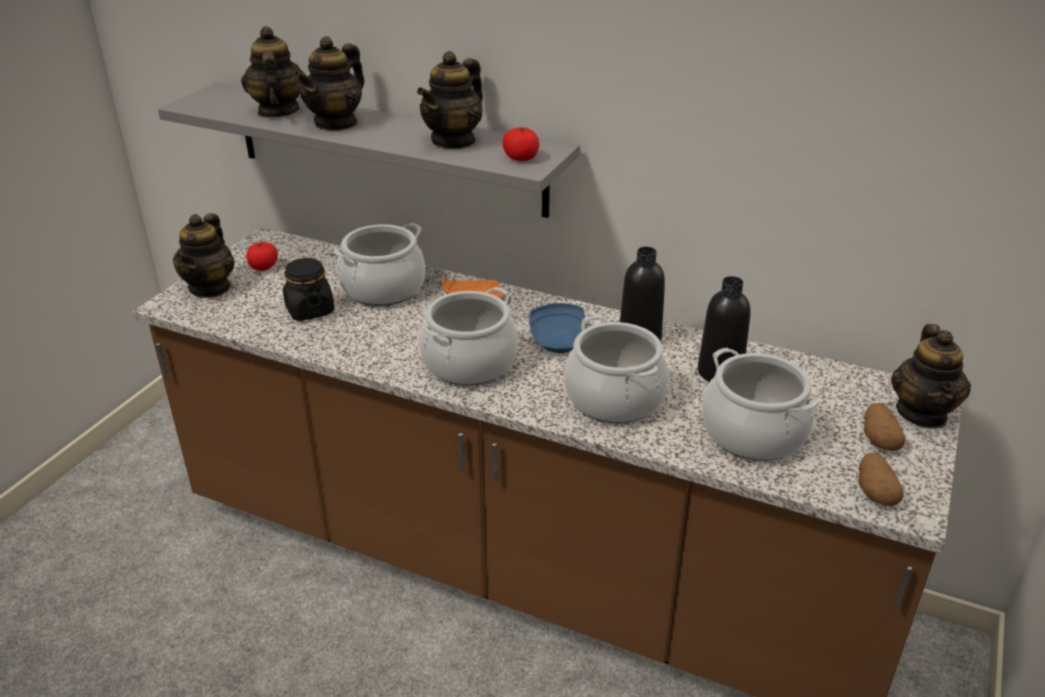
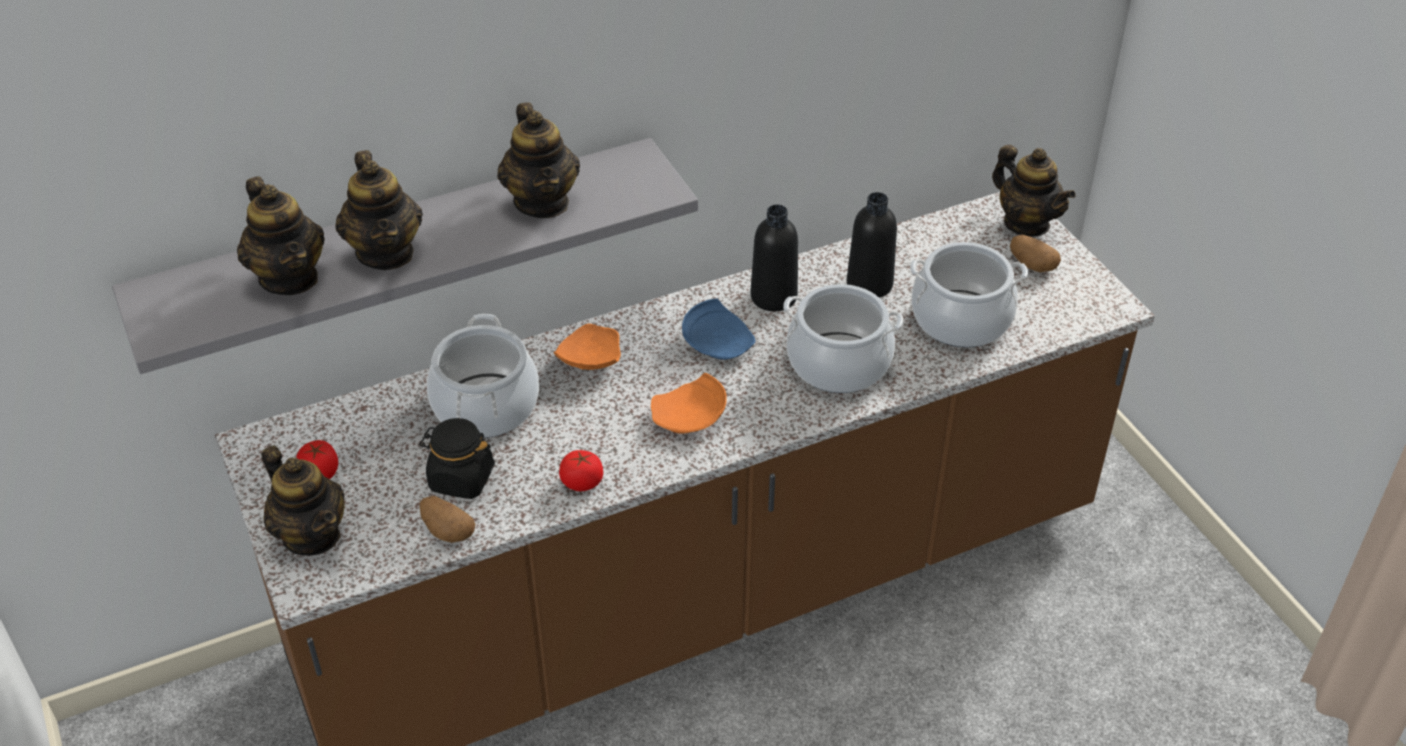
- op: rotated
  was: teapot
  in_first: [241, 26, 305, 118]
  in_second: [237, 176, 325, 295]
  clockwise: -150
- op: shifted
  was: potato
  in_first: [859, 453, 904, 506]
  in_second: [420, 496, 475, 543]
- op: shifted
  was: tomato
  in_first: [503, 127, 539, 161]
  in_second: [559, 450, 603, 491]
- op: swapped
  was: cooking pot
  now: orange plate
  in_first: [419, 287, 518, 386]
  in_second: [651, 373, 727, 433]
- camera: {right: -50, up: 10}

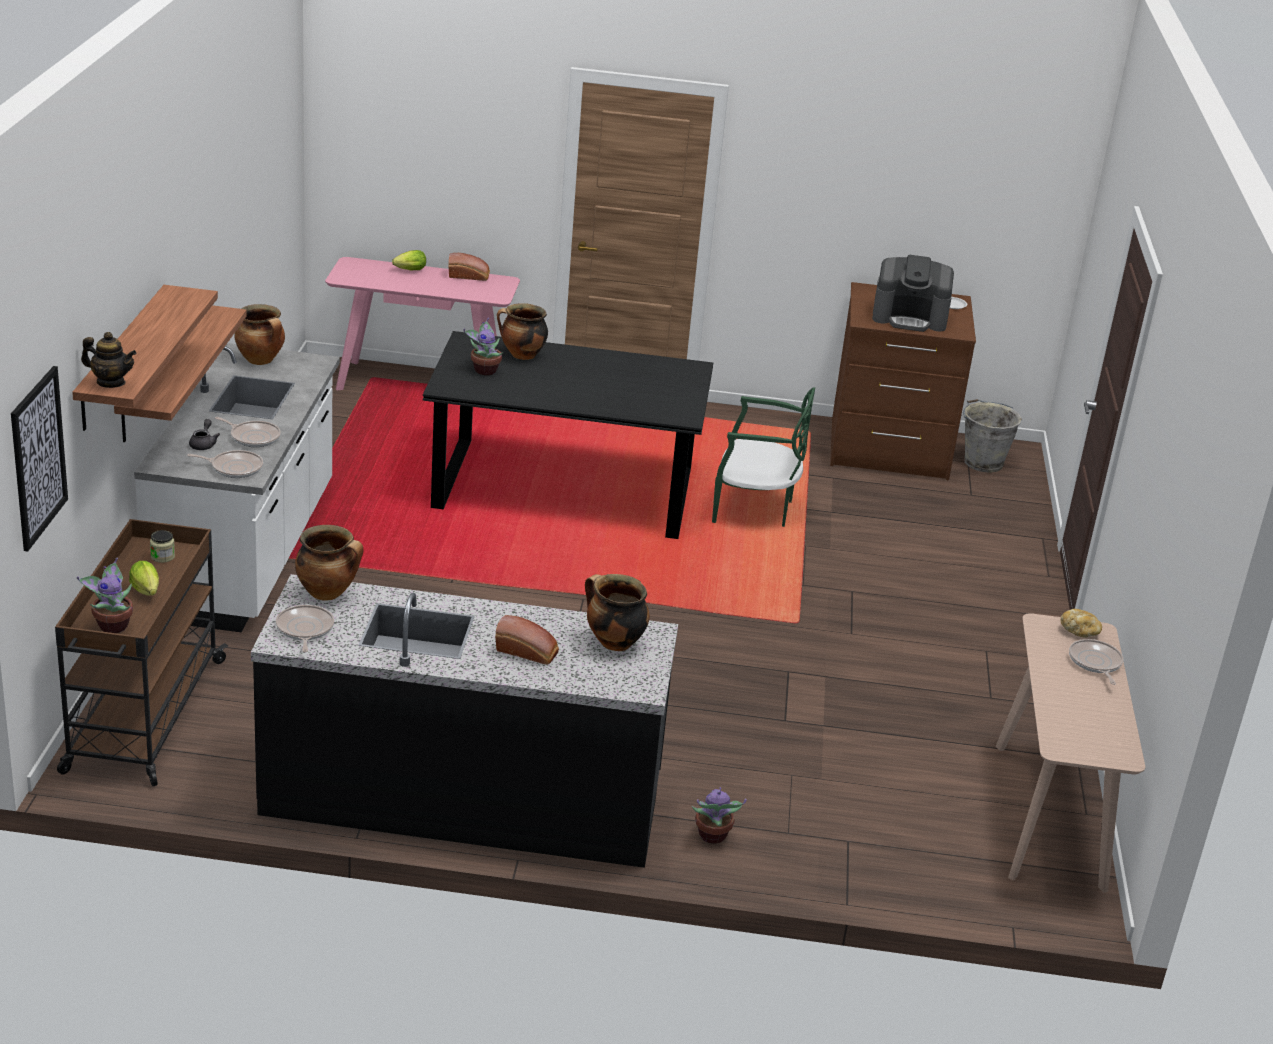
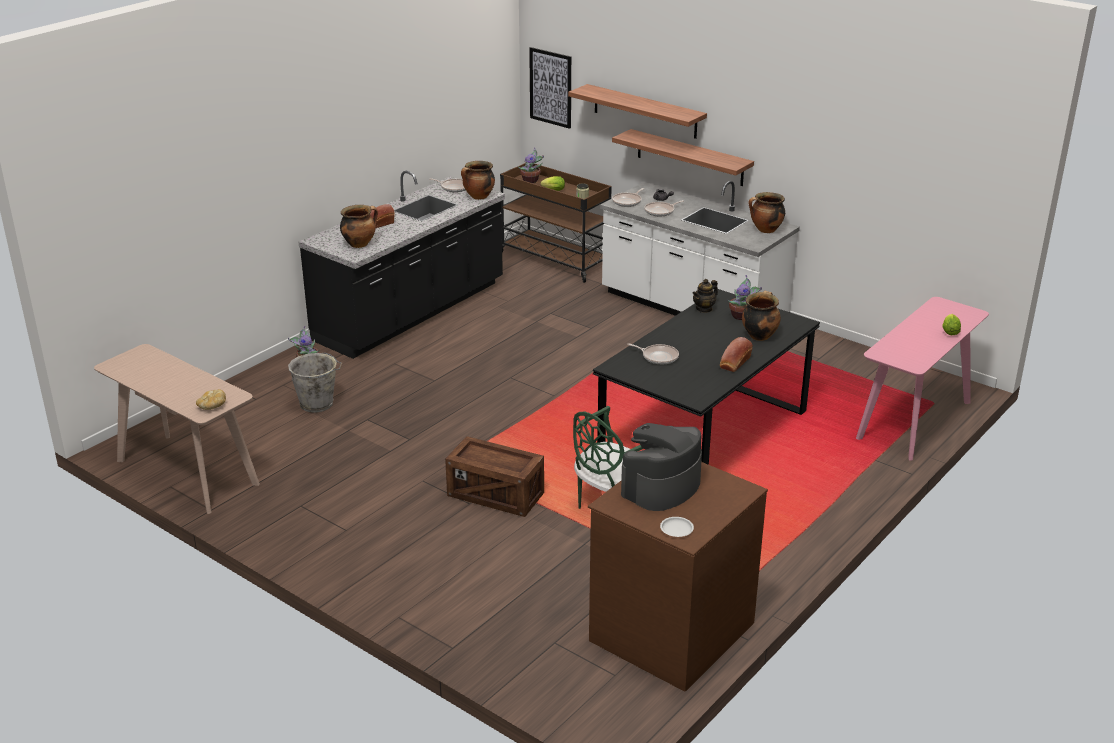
- op: shifted
  was: grey bucket
  in_first: [963, 399, 1022, 473]
  in_second: [288, 352, 343, 413]
- op: new
  now: crate
  in_second: [445, 436, 544, 517]
- op: shifted
  was: frying pan
  in_first: [1069, 639, 1123, 685]
  in_second: [627, 343, 679, 365]
- op: shifted
  was: teapot
  in_first: [81, 332, 137, 388]
  in_second: [693, 279, 718, 313]
- op: shifted
  was: bread
  in_first: [449, 253, 490, 281]
  in_second: [720, 337, 753, 372]
- camera: {right: 125, up: 0}

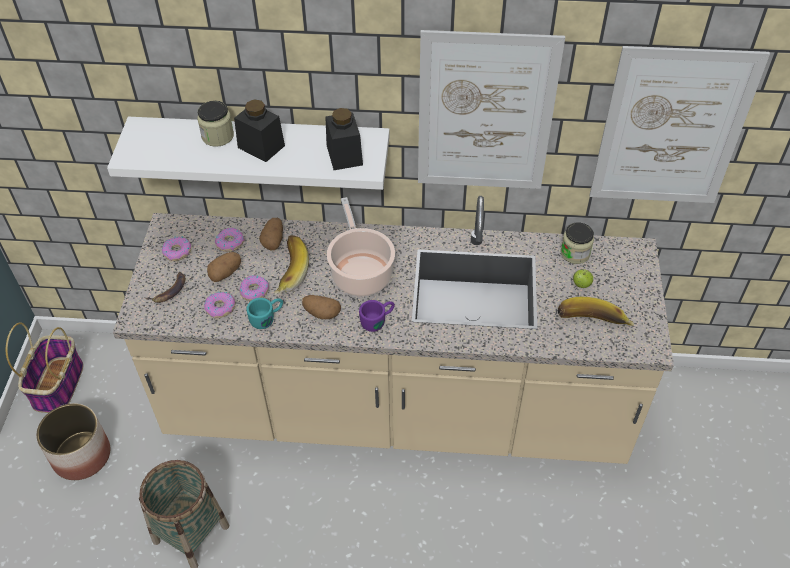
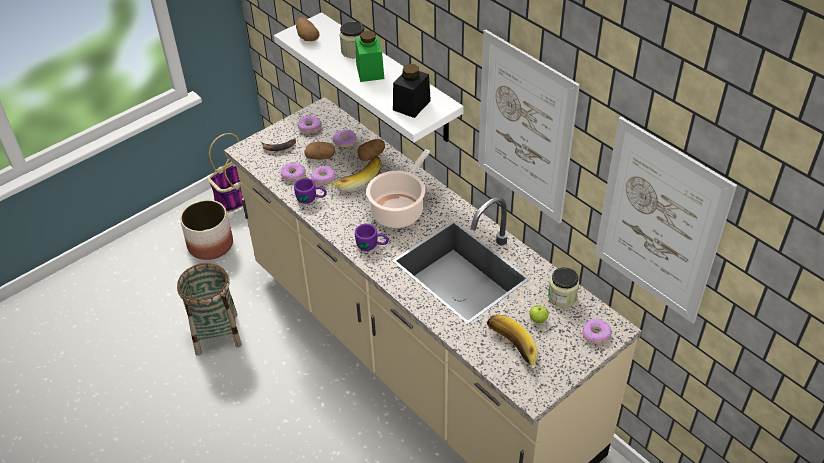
- op: repainted
  was: turquoise mug
  now: purple mug
  in_first: [246, 298, 283, 329]
  in_second: [294, 178, 327, 204]
- op: shifted
  was: potato
  in_first: [302, 295, 341, 319]
  in_second: [296, 17, 319, 41]
- op: repainted
  was: black jar
  now: green jar
  in_first: [234, 99, 285, 162]
  in_second: [355, 31, 384, 82]
- op: new
  now: donut
  in_second: [582, 319, 612, 344]
- camera: {right: 45, up: -5}

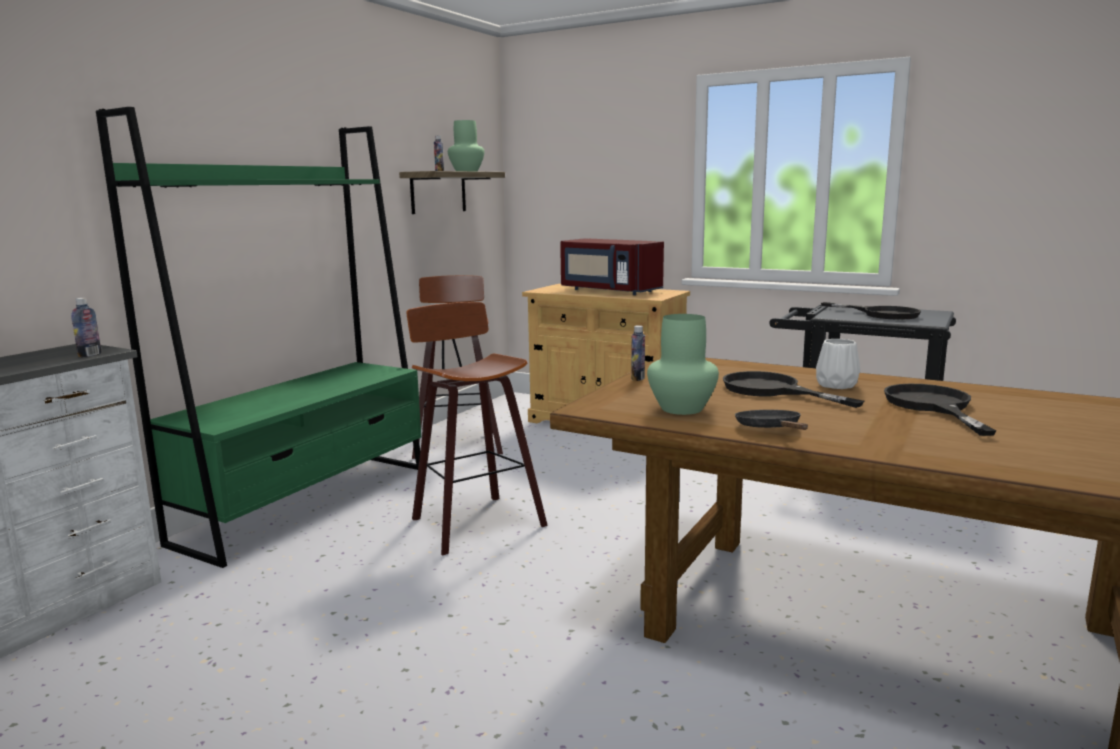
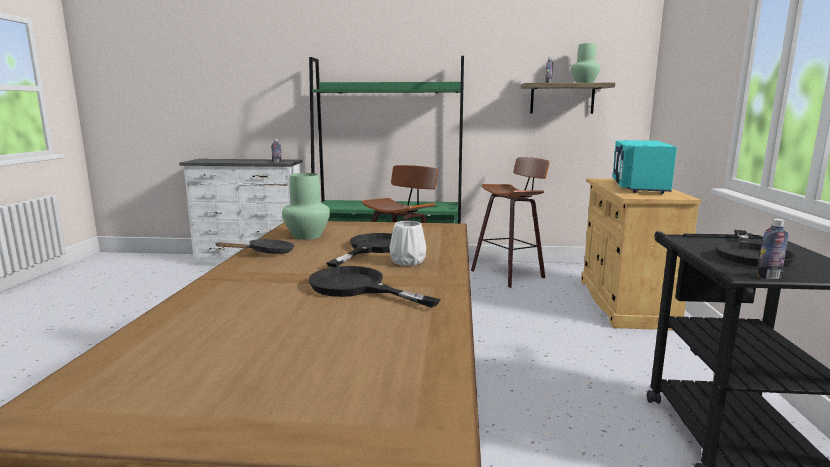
- op: rotated
  was: black frying pan
  in_first: [884, 384, 997, 436]
  in_second: [309, 266, 441, 308]
  clockwise: -120
- op: repainted
  was: red microwave
  now: turquoise microwave
  in_first: [560, 239, 664, 295]
  in_second: [613, 140, 677, 194]
- op: shifted
  was: bottle
  in_first: [631, 325, 645, 381]
  in_second: [757, 219, 788, 279]
- camera: {right: 65, up: 0}

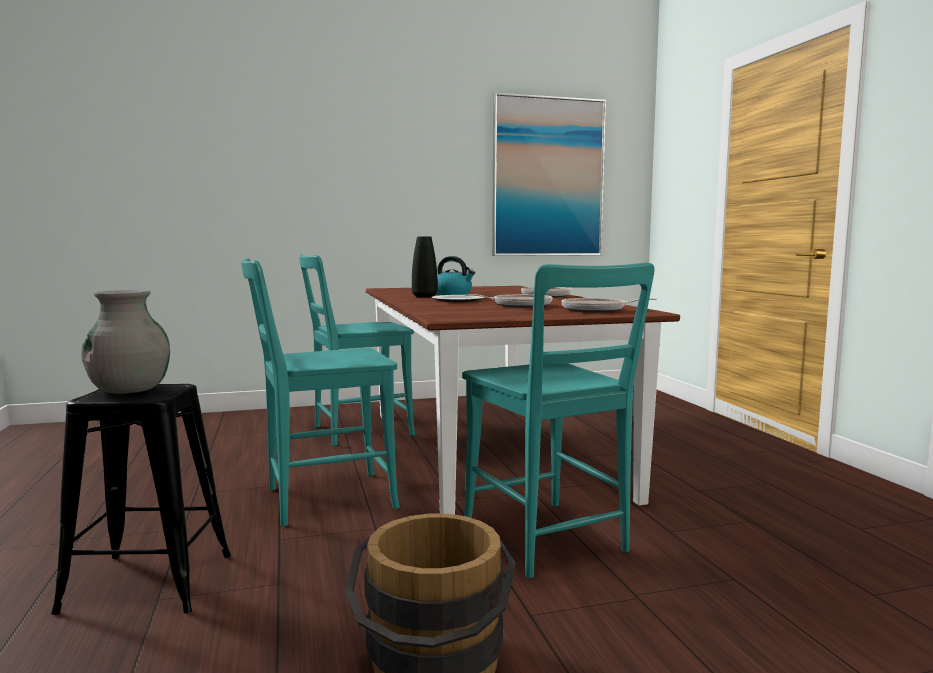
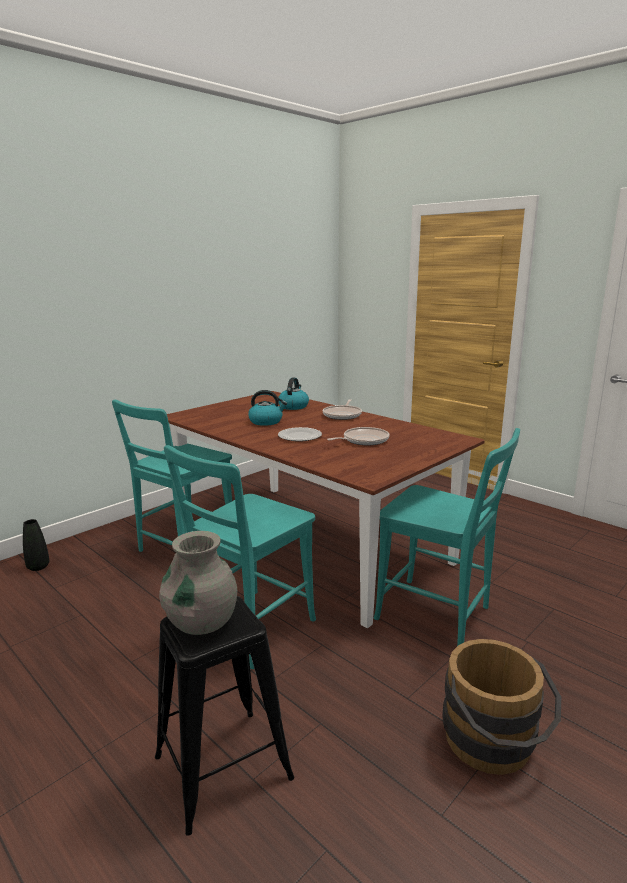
- op: shifted
  was: black vase
  in_first: [412, 236, 438, 298]
  in_second: [23, 519, 49, 571]
- op: new
  now: kettle
  in_second: [278, 377, 309, 410]
- op: gone
  was: picture
  in_first: [492, 92, 606, 256]
- op: gone
  was: frying pan
  in_first: [561, 298, 657, 313]
- camera: {right: -30, up: 10}

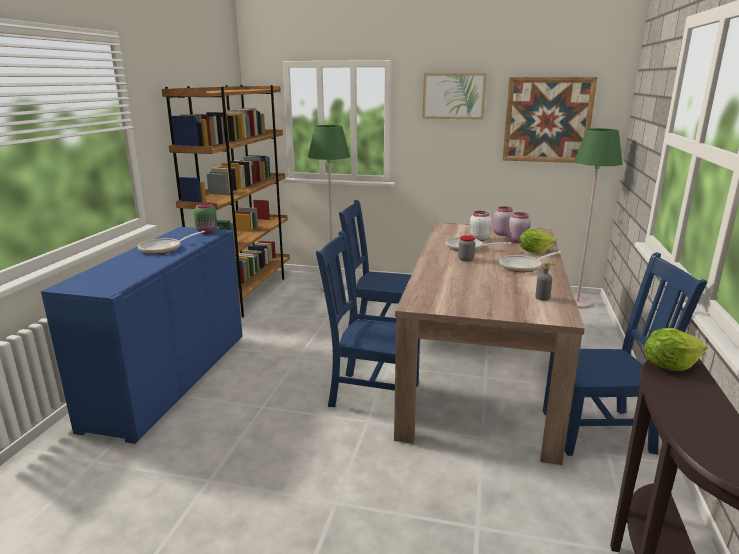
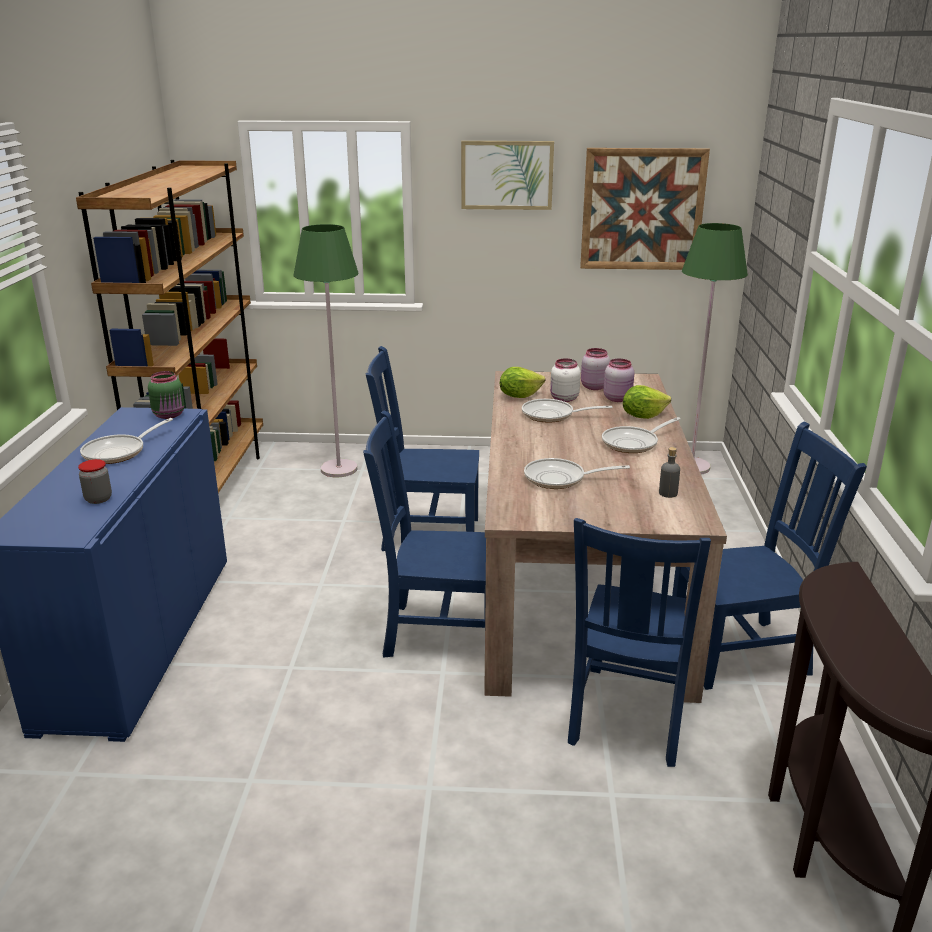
- op: shifted
  was: jar
  in_first: [458, 235, 475, 261]
  in_second: [78, 459, 112, 504]
- op: shifted
  was: lettuce
  in_first: [645, 328, 707, 371]
  in_second: [500, 367, 545, 398]
- op: new
  now: frying pan
  in_second: [524, 458, 630, 489]
- op: new
  now: blue chair
  in_second: [568, 518, 711, 767]
- camera: {right: -10, up: 5}

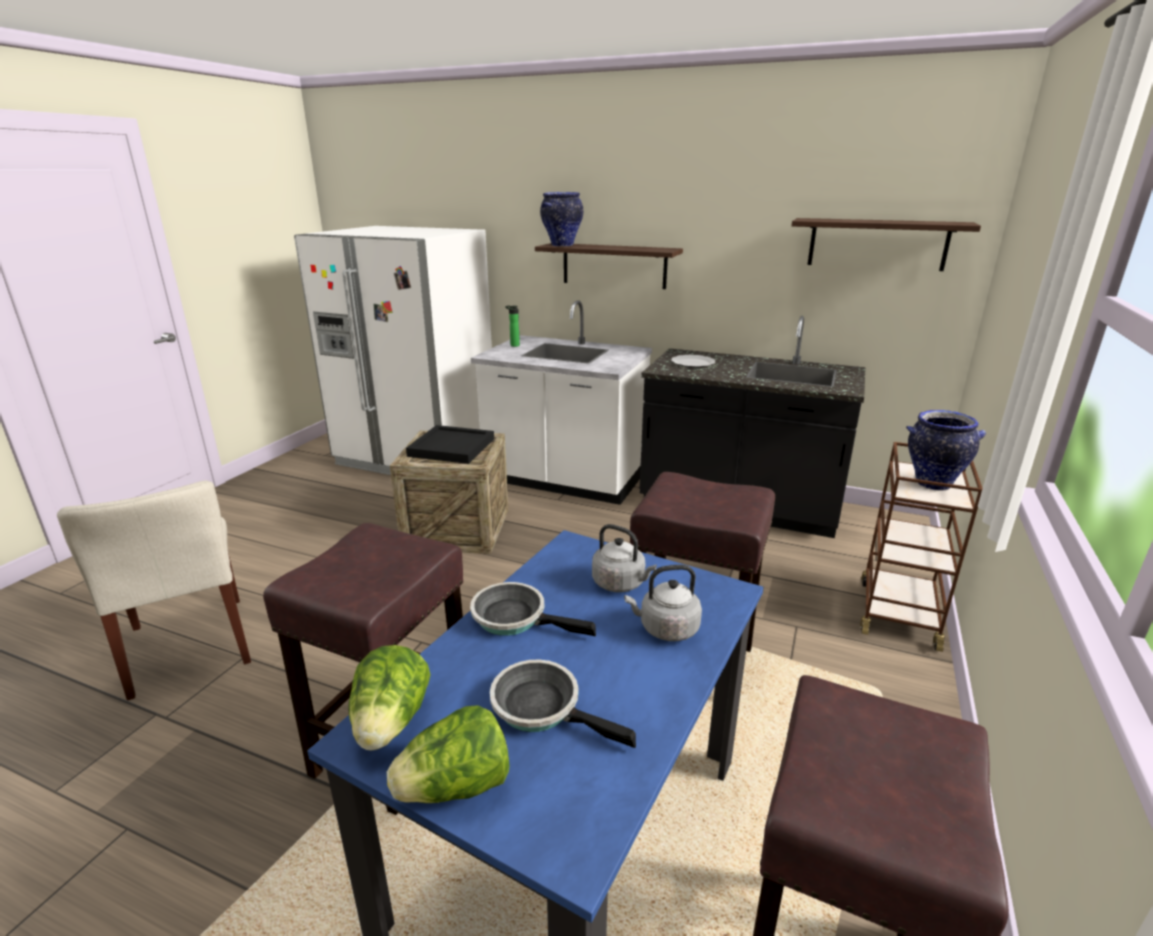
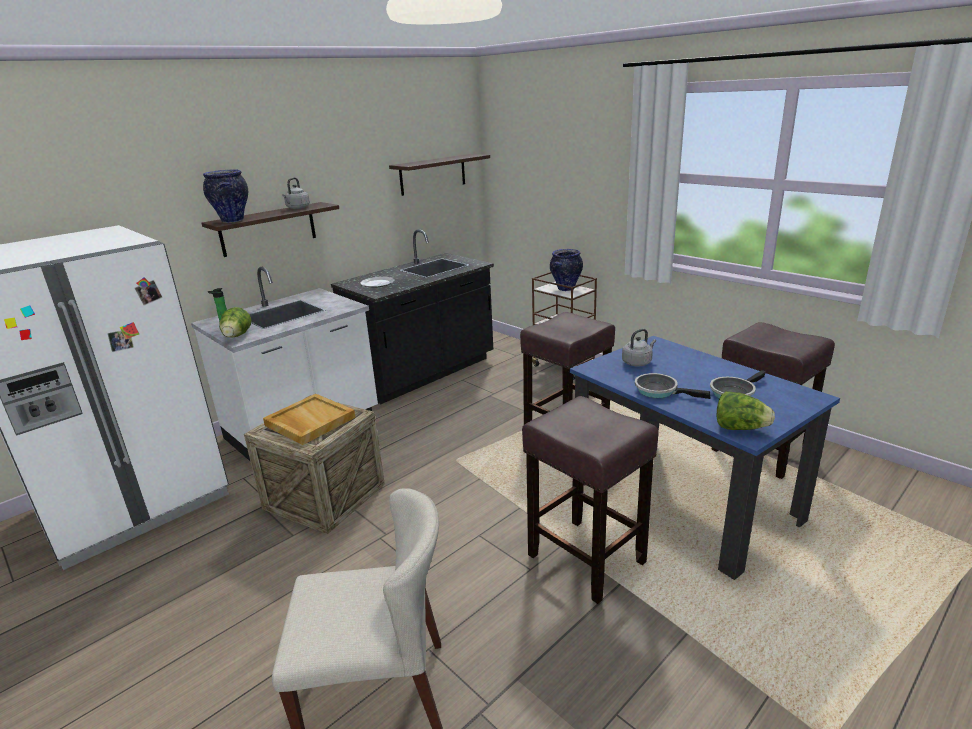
- op: shifted
  was: lettuce
  in_first: [387, 705, 509, 803]
  in_second: [219, 307, 251, 338]
- op: repainted
  was: black tray
  now: beige tray
  in_first: [406, 425, 494, 464]
  in_second: [263, 394, 356, 445]
- op: shifted
  was: grey kettle
  in_first: [624, 565, 702, 641]
  in_second: [282, 177, 310, 209]
- op: rotated
  was: frying pan
  in_first: [470, 582, 596, 636]
  in_second: [635, 373, 710, 399]
  clockwise: 75
- camera: {right: -65, up: 0}

